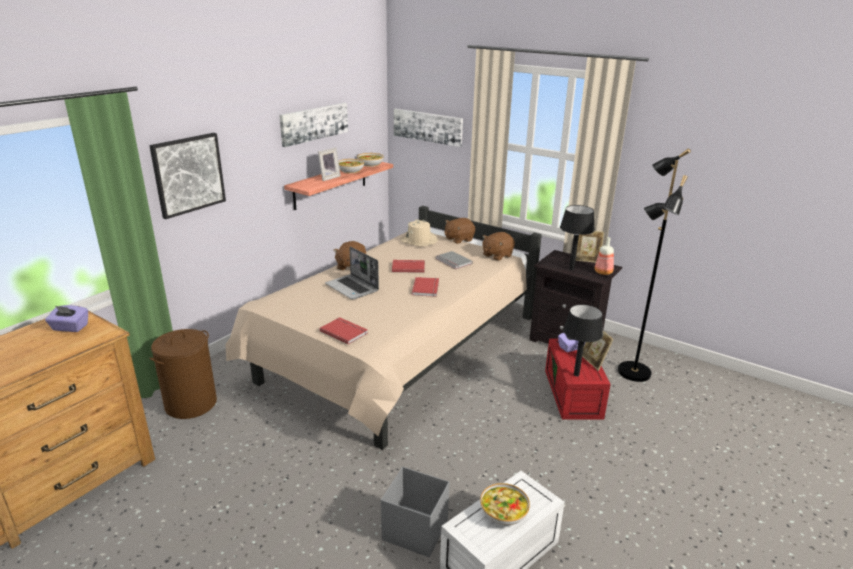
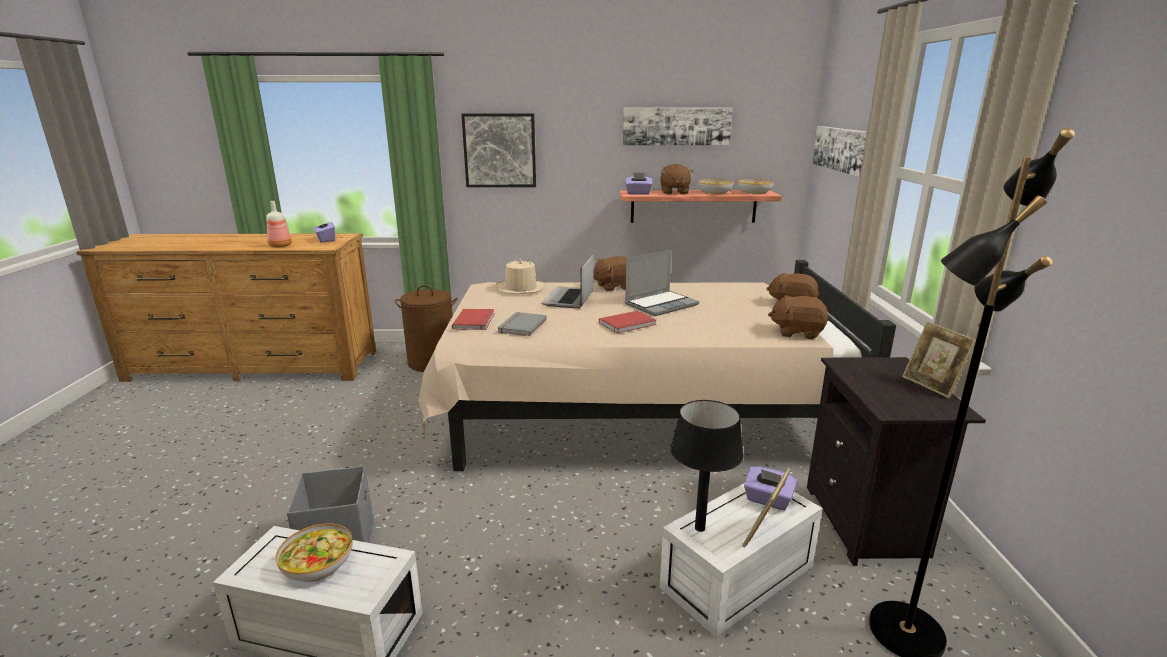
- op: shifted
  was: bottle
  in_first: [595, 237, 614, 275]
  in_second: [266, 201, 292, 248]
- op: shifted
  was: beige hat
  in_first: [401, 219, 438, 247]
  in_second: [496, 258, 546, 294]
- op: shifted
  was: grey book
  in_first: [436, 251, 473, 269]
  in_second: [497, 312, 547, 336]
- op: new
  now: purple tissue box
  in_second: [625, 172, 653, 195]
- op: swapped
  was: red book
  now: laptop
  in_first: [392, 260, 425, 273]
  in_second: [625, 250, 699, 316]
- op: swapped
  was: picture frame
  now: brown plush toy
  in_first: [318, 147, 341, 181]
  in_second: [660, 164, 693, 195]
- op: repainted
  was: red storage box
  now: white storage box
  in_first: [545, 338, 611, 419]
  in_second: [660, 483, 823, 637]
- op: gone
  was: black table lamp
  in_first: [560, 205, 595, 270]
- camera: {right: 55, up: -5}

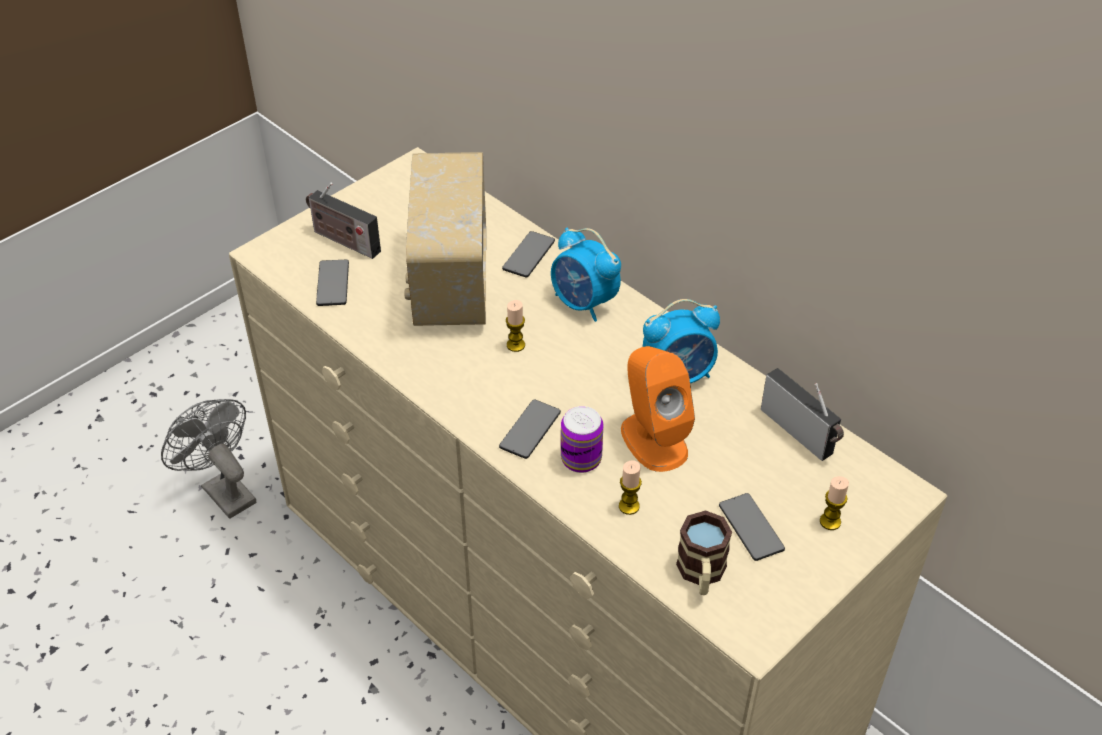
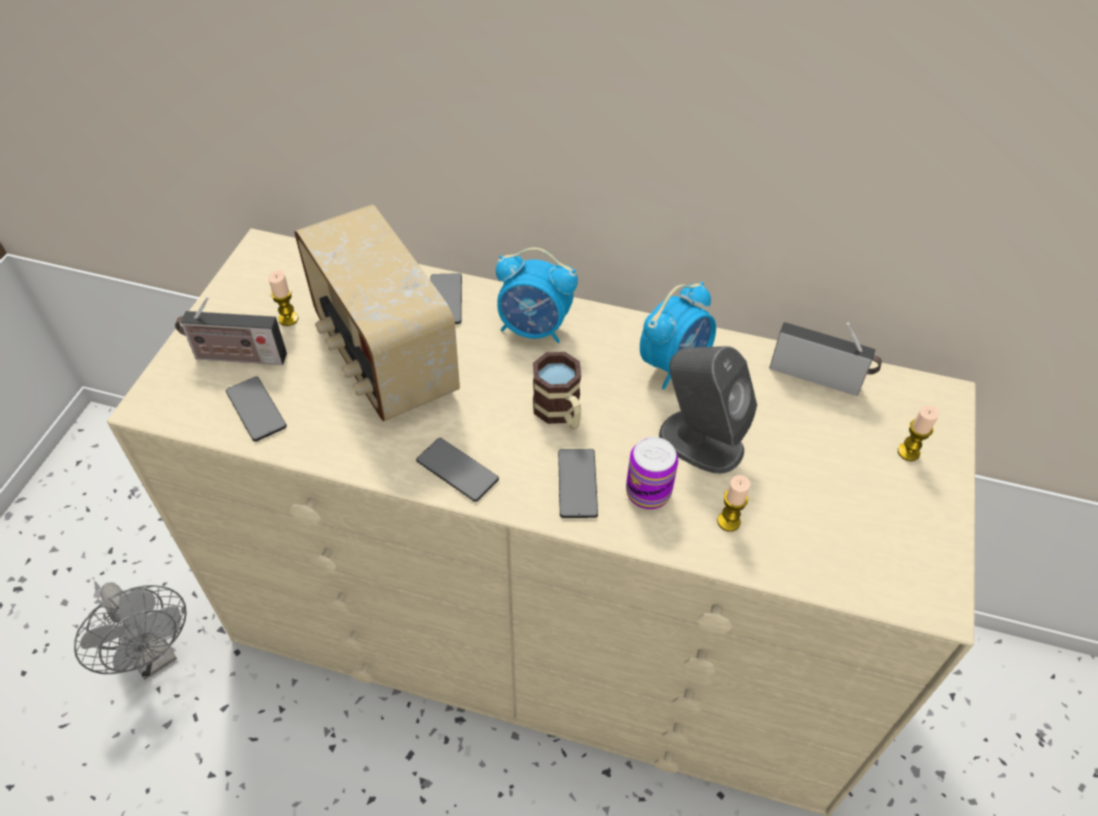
- op: rotated
  was: grey fan
  in_first: [161, 399, 256, 519]
  in_second: [74, 582, 187, 680]
  clockwise: -150
- op: shifted
  was: candle
  in_first: [506, 300, 525, 352]
  in_second: [268, 270, 298, 326]
- op: shifted
  was: phone
  in_first: [719, 493, 785, 561]
  in_second: [416, 438, 499, 502]
- op: shifted
  was: mug
  in_first: [676, 511, 732, 595]
  in_second: [533, 352, 581, 430]
- op: repainted
  was: orange speaker
  now: grey speaker
  in_first: [621, 346, 695, 472]
  in_second: [659, 346, 757, 474]
- camera: {right: -30, up: 5}

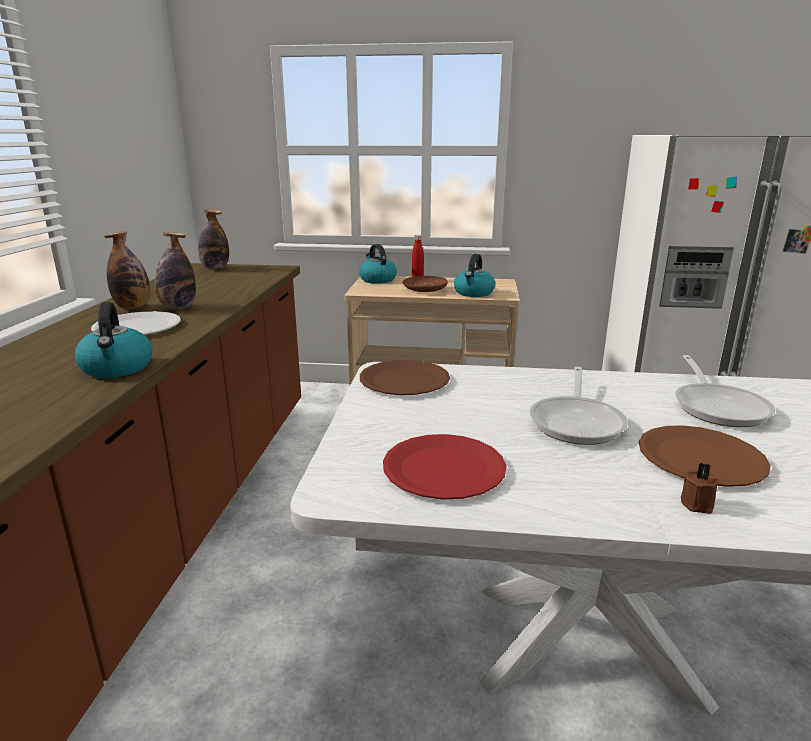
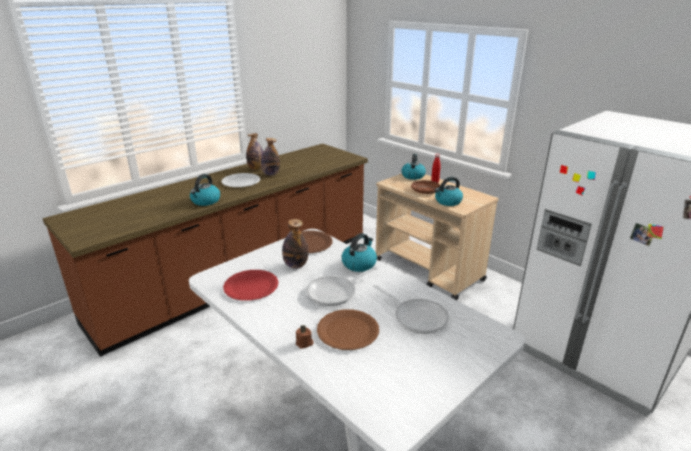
- op: shifted
  was: bottle
  in_first: [198, 209, 229, 269]
  in_second: [282, 219, 308, 269]
- op: new
  now: kettle
  in_second: [341, 233, 377, 272]
- op: rotated
  was: frying pan
  in_first: [675, 355, 775, 427]
  in_second: [373, 285, 449, 334]
  clockwise: -90
- camera: {right: 40, up: 5}

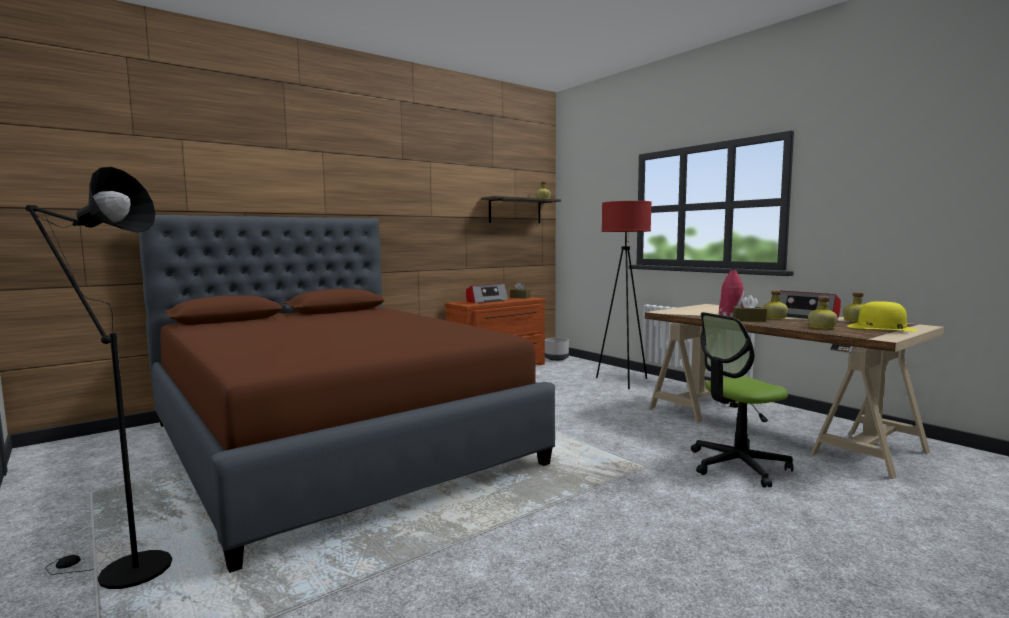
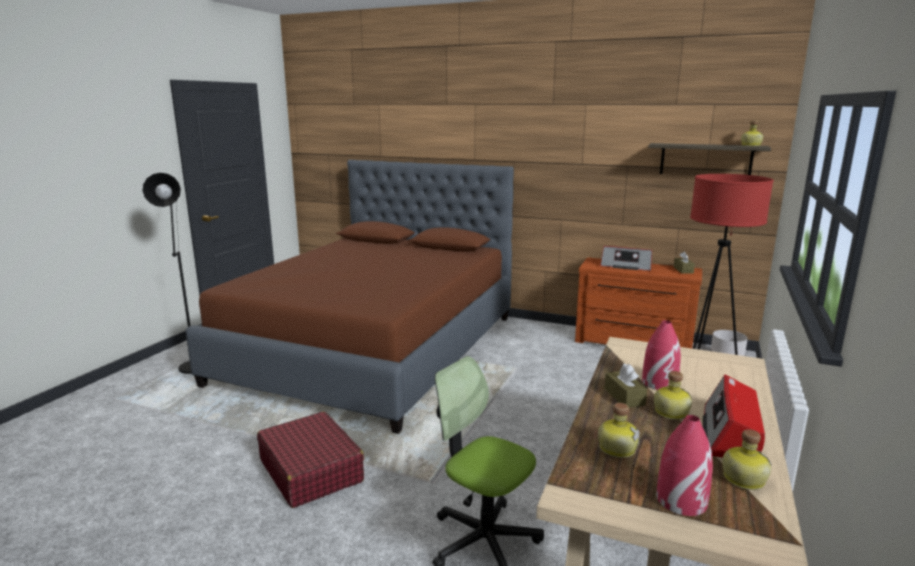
- op: new
  now: red suitcase
  in_second: [257, 411, 364, 508]
- op: swapped
  was: yellow hat
  now: red vase
  in_first: [848, 301, 918, 331]
  in_second: [656, 415, 713, 516]
- camera: {right: 60, up: 10}

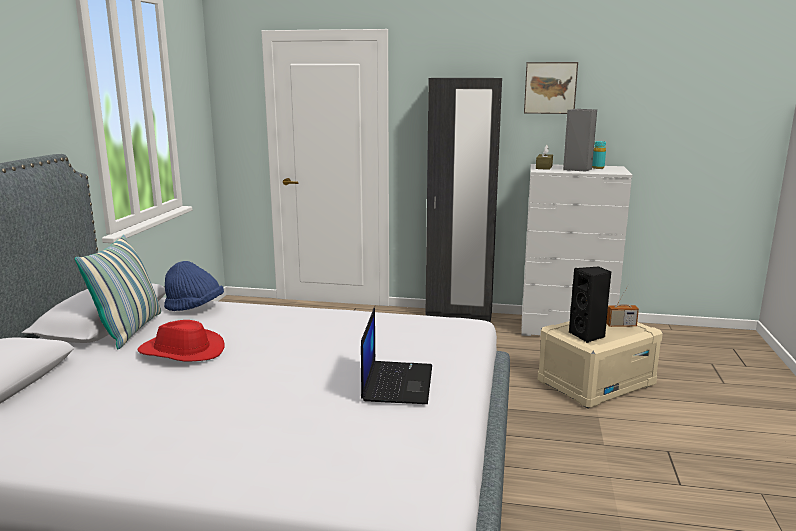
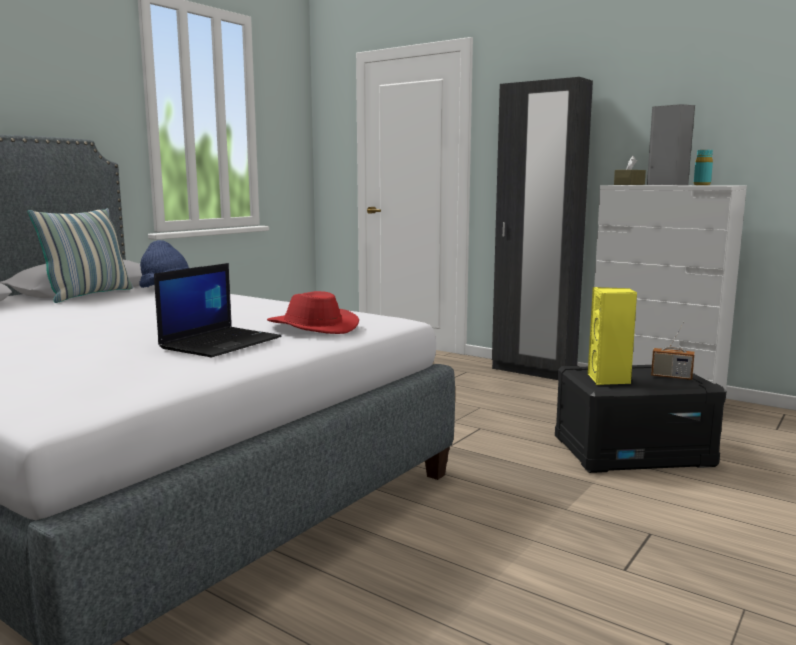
- op: shifted
  was: red hat
  in_first: [137, 320, 224, 361]
  in_second: [267, 291, 359, 334]
- op: repainted
  was: beige storage box
  now: black storage box
  in_first: [537, 321, 663, 409]
  in_second: [555, 365, 726, 473]
- op: repainted
  was: black speaker
  now: yellow speaker
  in_first: [569, 266, 612, 343]
  in_second: [588, 287, 638, 385]
- op: gone
  was: picture
  in_first: [524, 62, 578, 114]
- camera: {right: 25, up: -5}

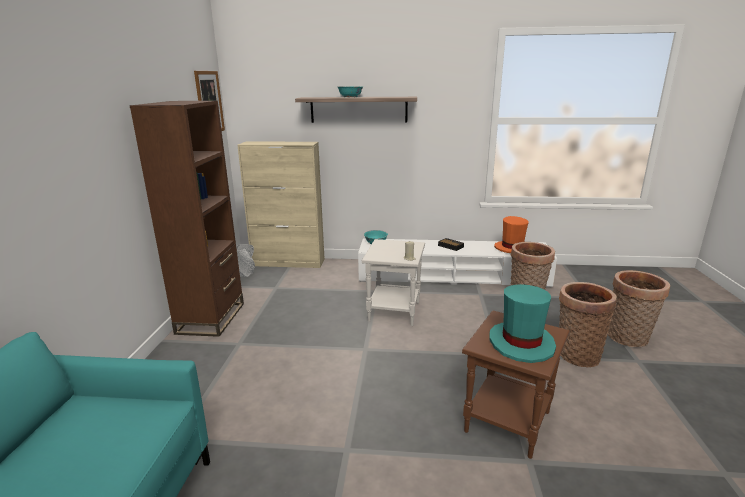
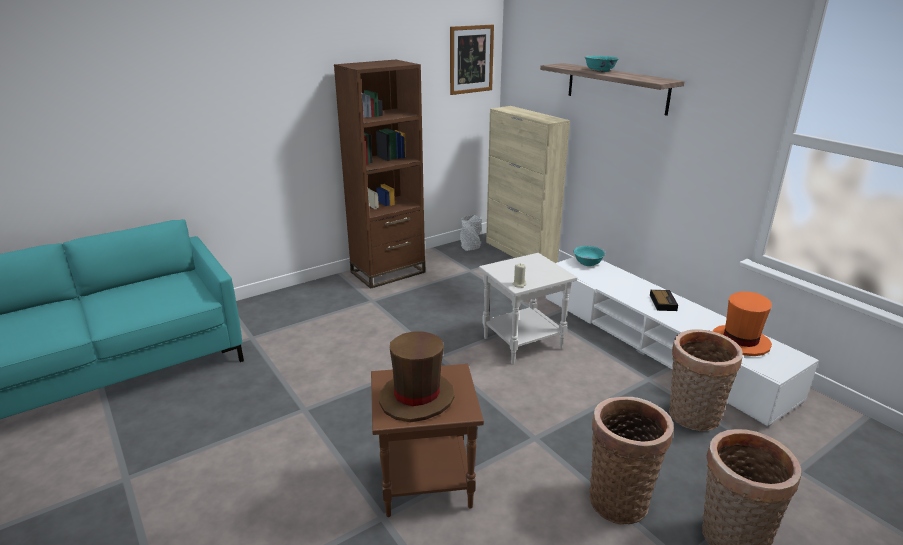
- op: repainted
  was: turquoise hat
  now: brown hat
  in_first: [489, 284, 556, 363]
  in_second: [379, 331, 454, 422]
- camera: {right: 50, up: 5}

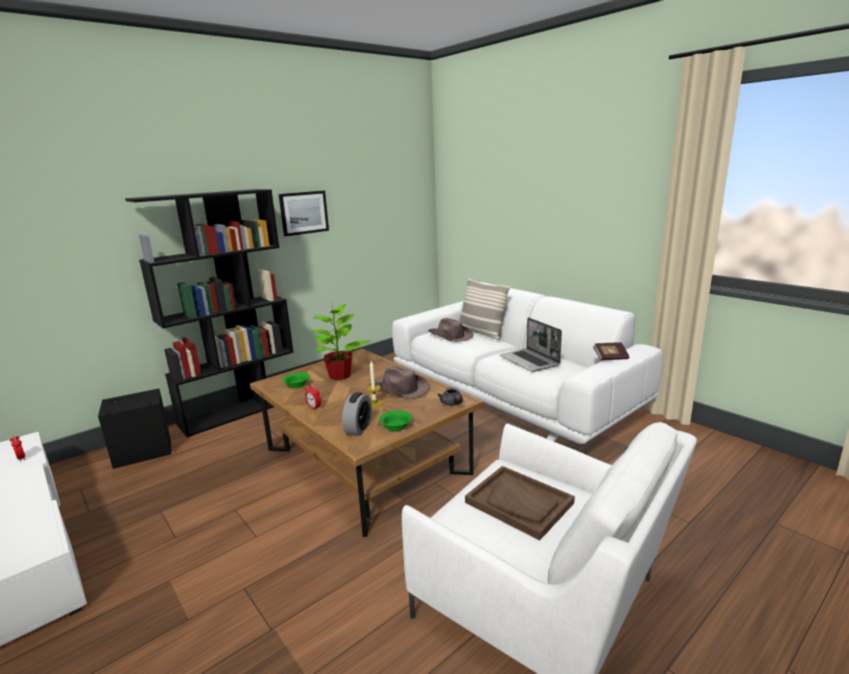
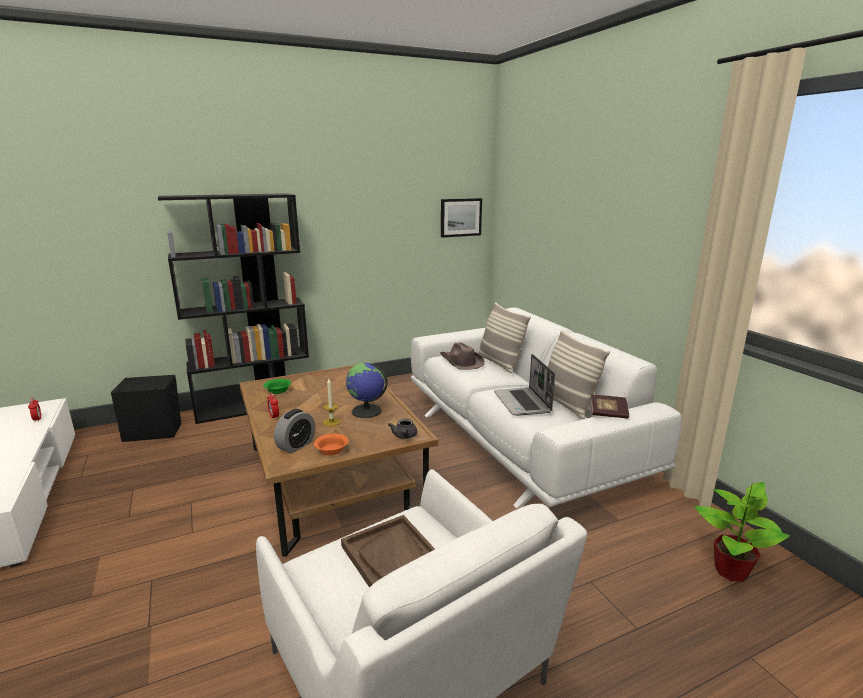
- op: repainted
  was: green bowl
  now: orange bowl
  in_first: [379, 410, 412, 431]
  in_second: [314, 433, 348, 455]
- op: swapped
  was: brown hat
  now: globe
  in_first: [369, 366, 430, 399]
  in_second: [346, 362, 388, 418]
- op: shifted
  was: picture
  in_first: [279, 191, 329, 236]
  in_second: [441, 198, 482, 238]
- op: new
  now: pillow
  in_second: [548, 330, 610, 419]
- op: shifted
  was: potted plant
  in_first: [310, 303, 371, 380]
  in_second: [694, 482, 790, 582]
- camera: {right: 15, up: 0}

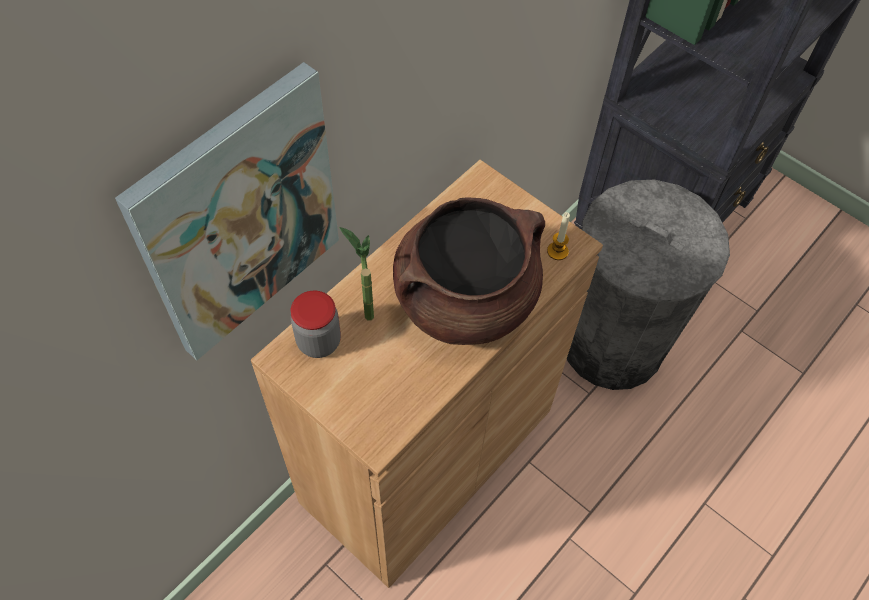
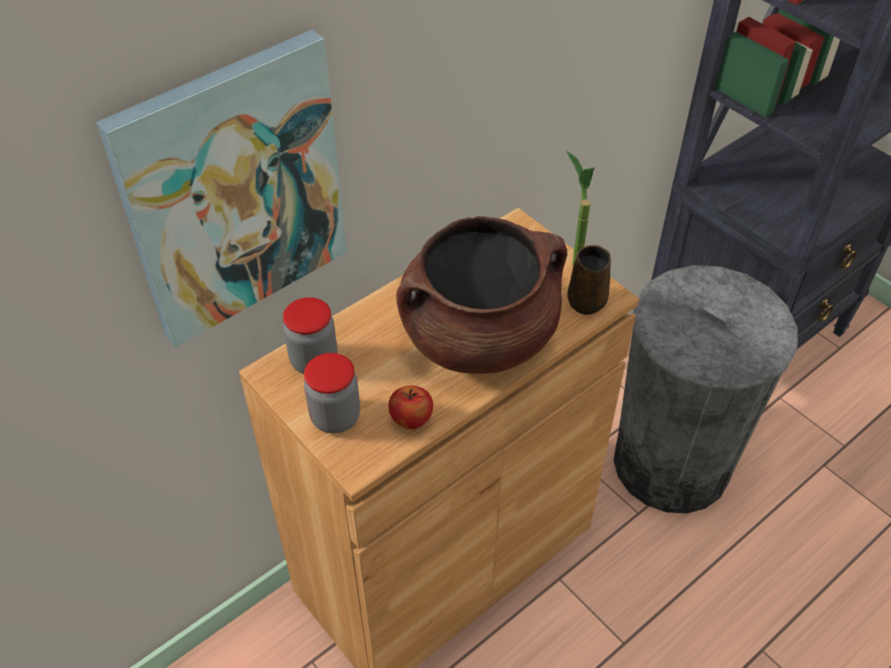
- op: new
  now: jar
  in_second: [304, 353, 360, 434]
- op: new
  now: apple
  in_second: [388, 386, 433, 429]
- op: shifted
  was: potted plant
  in_first: [339, 227, 374, 321]
  in_second: [566, 151, 595, 266]
- op: swapped
  was: candle
  now: brown mug
  in_first: [547, 212, 570, 260]
  in_second: [567, 245, 611, 315]
- camera: {right: 10, up: -10}

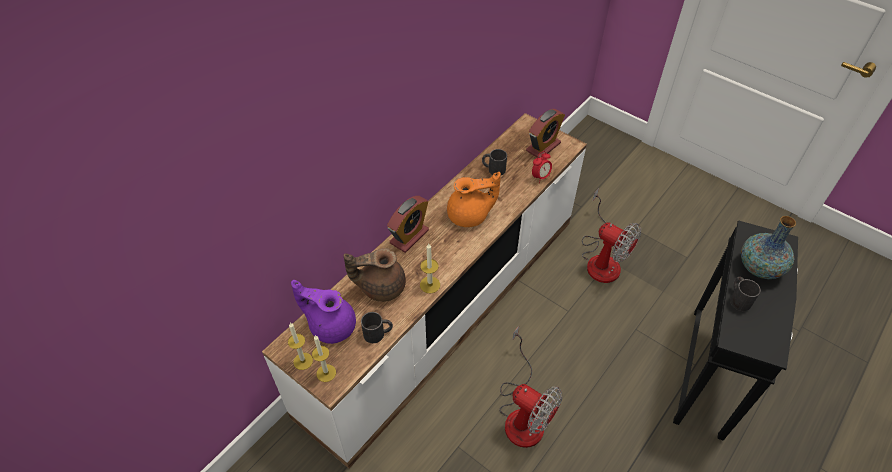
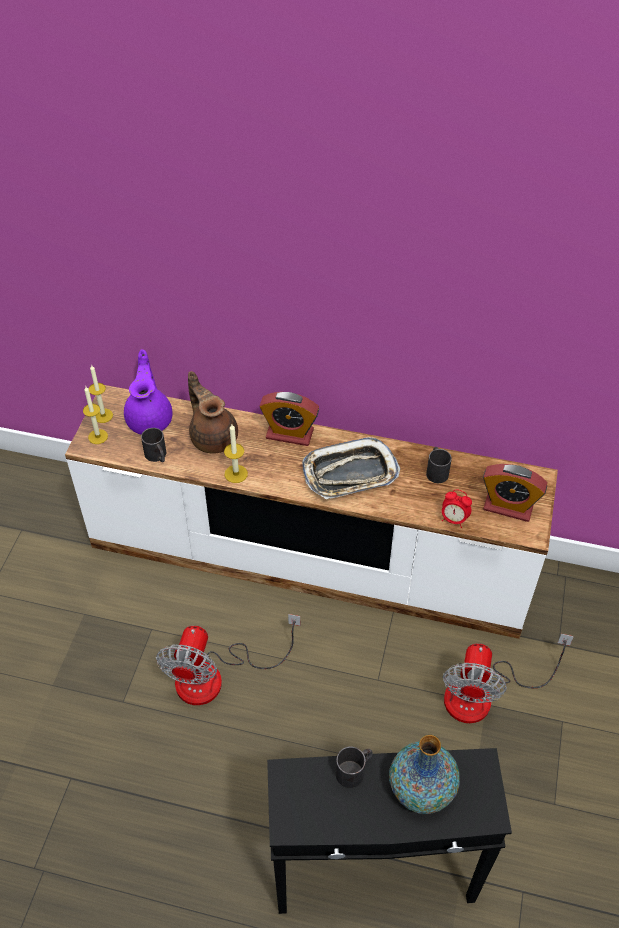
- op: swapped
  was: orange teapot
  now: tray
  in_first: [447, 172, 501, 227]
  in_second: [302, 437, 400, 499]
- camera: {right: 65, up: 0}

